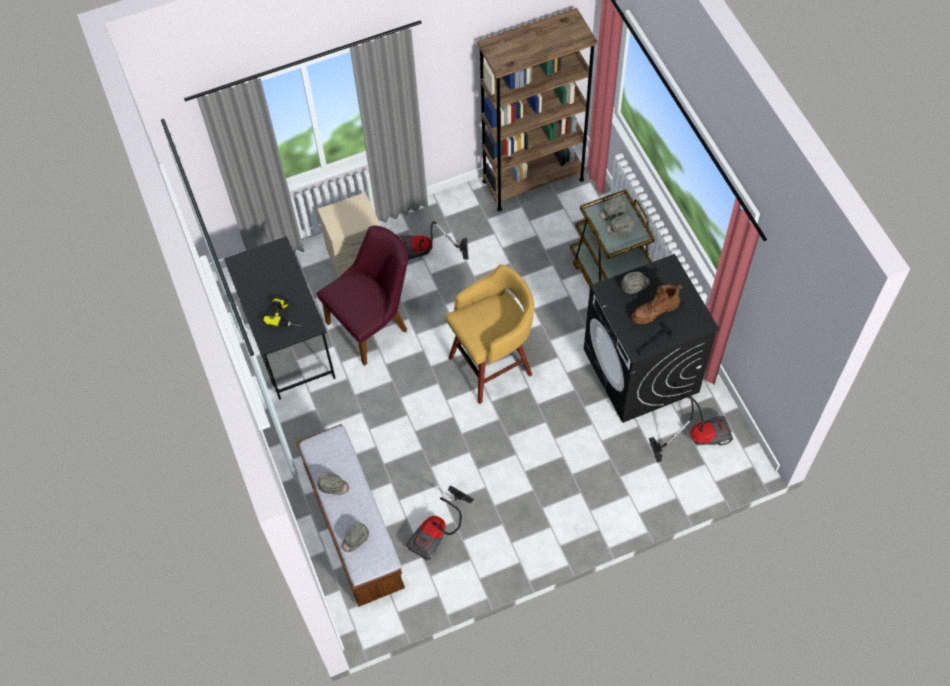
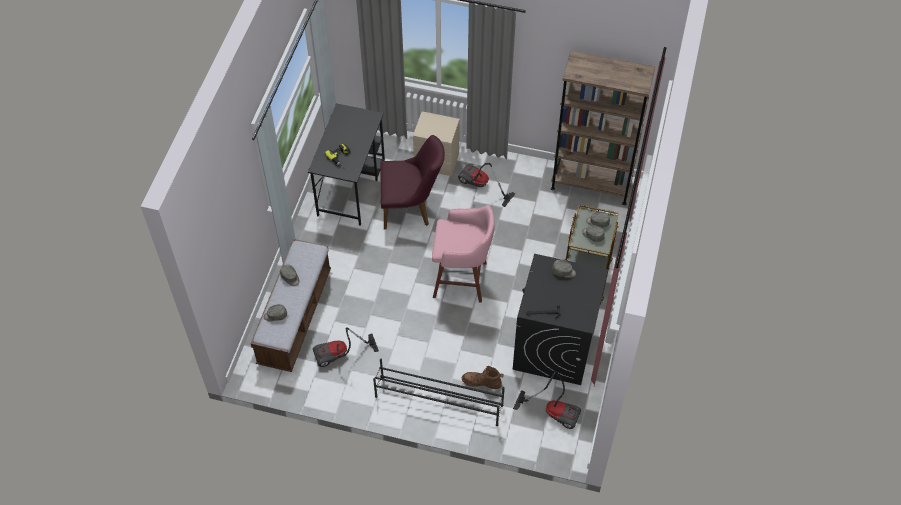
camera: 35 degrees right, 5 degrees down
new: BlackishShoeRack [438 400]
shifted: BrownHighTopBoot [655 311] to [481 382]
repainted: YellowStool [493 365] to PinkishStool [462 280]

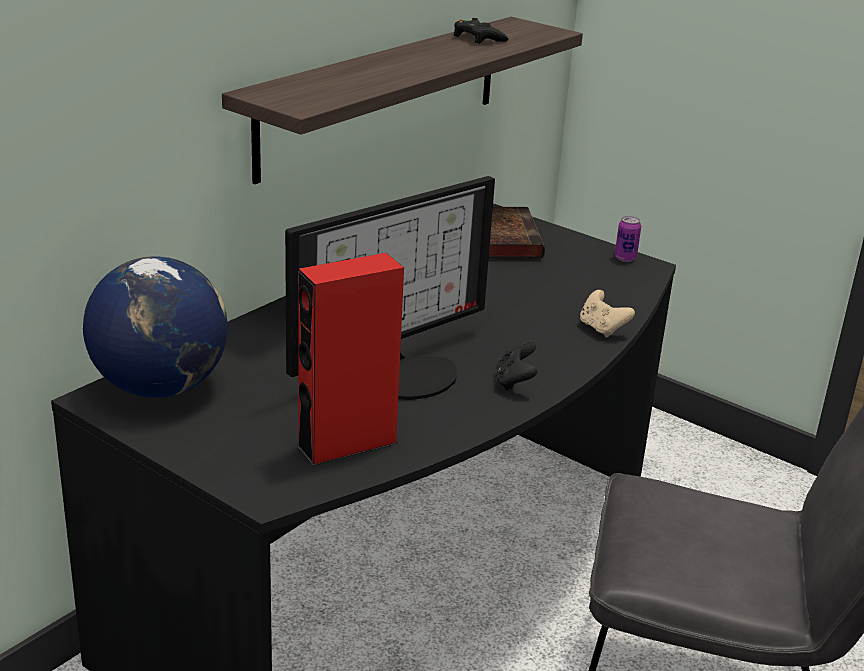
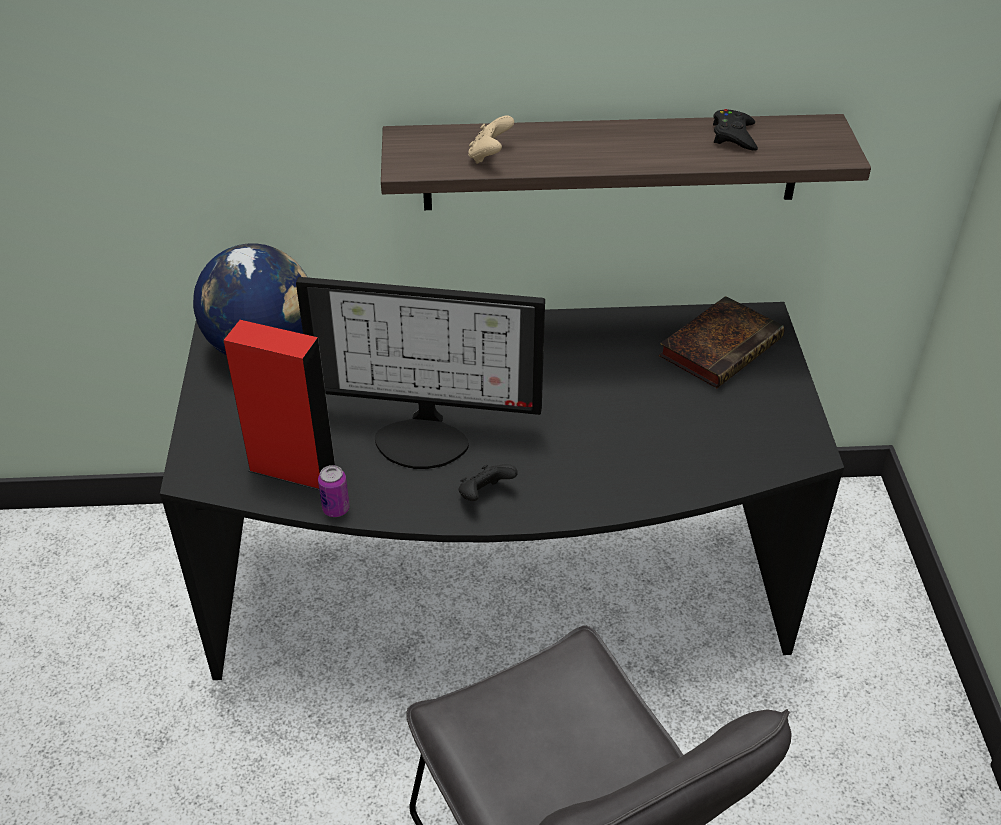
camera: 50 degrees right, 15 degrees up
shifted: BeigeGamepad [602 329] to [490 156]; SealedCan [625 258] to [336 509]

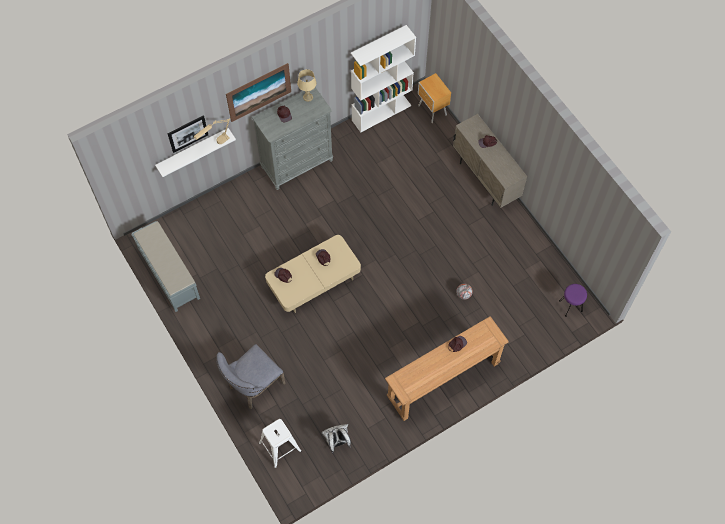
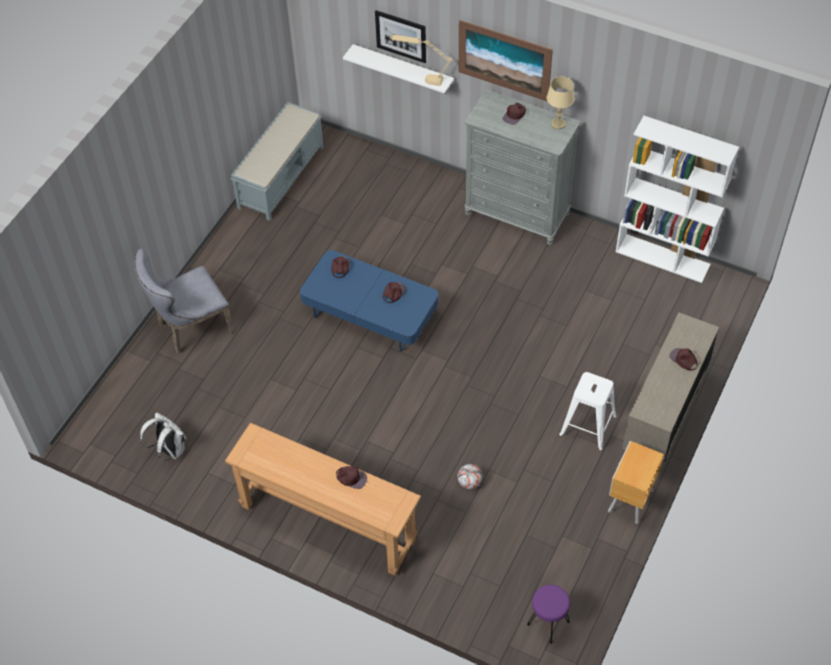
camera: 60 degrees right, 10 degrees down
shifted: WhitishStool [279 446] to [587 425]; BrownBedsideTable [432 111] to [629 502]
repainted: BeigeLoungeTable [314 281] to BluishLoungeTable [370 313]
rotated: GrayPlainChair [253 386] = [190 328] 45 degrees counterclockwise

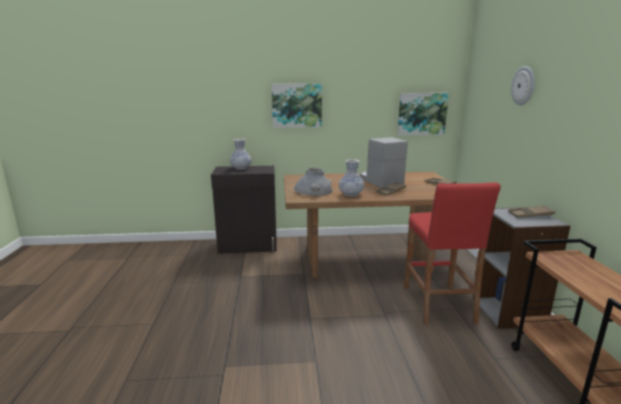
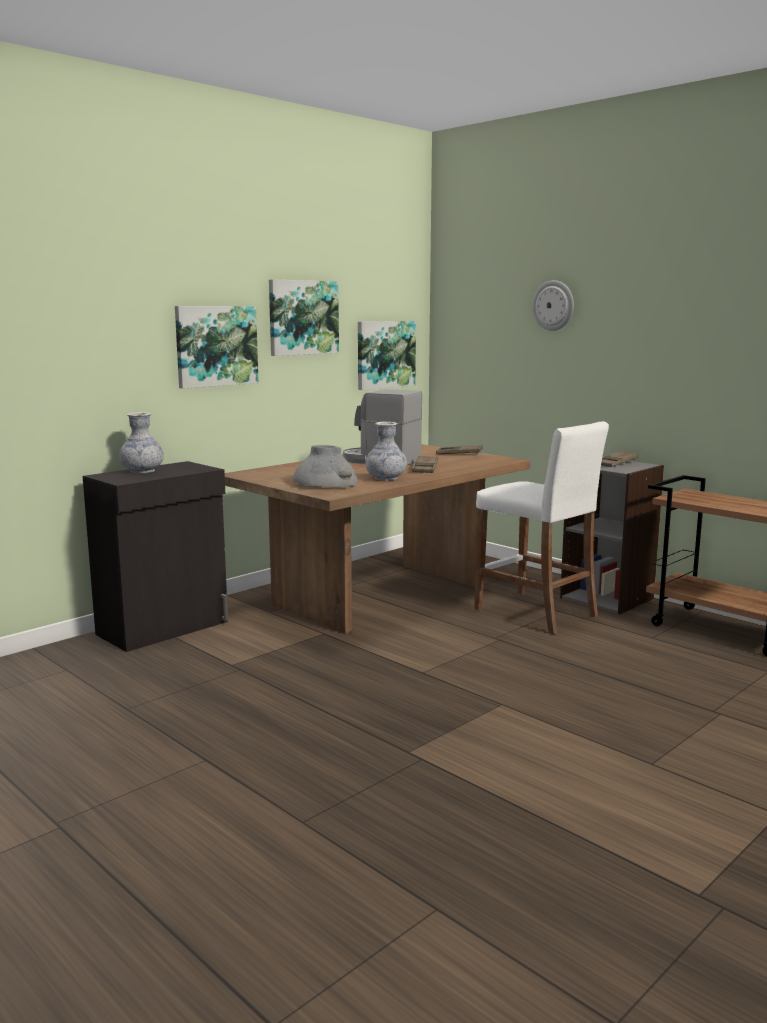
camera: 40 degrees left, 5 degrees down
new: Picture [302 317]
repainted: RedStool [438 304] to WhitishStool [536 612]

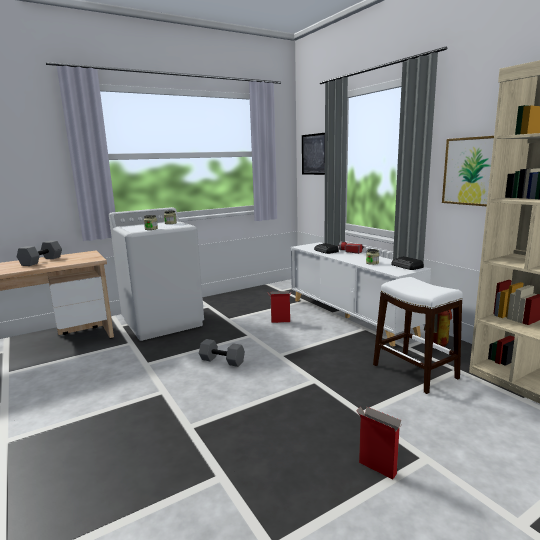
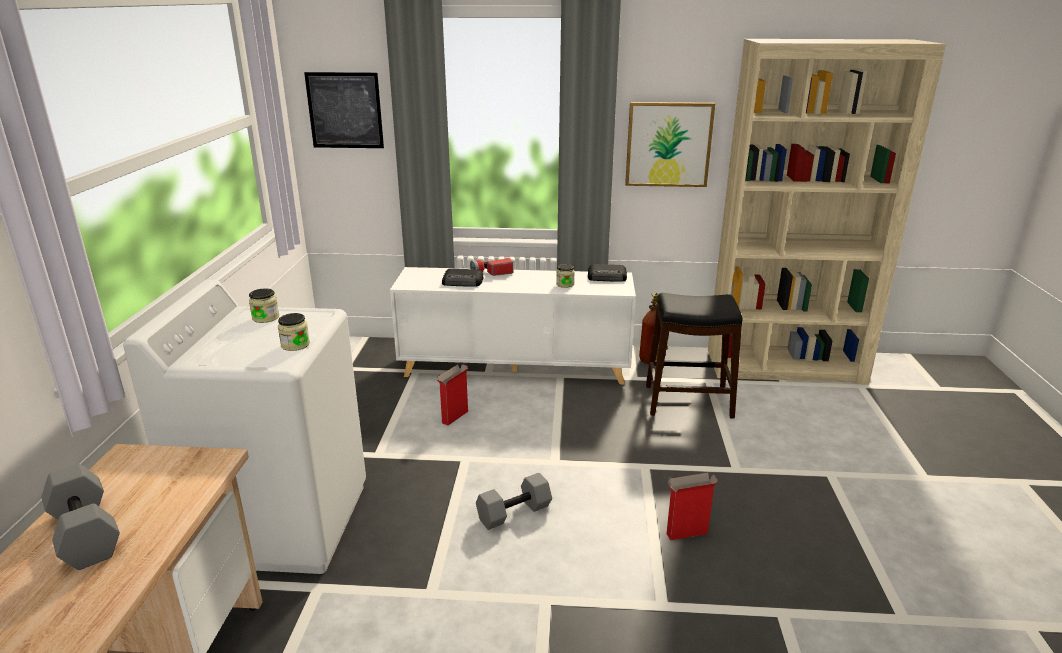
camera: 55 degrees left, 10 degrees up
shifted: Carton [376 468] to [686 534]
repainted: WhitishStool [414 371] to BlackishStool [688 401]

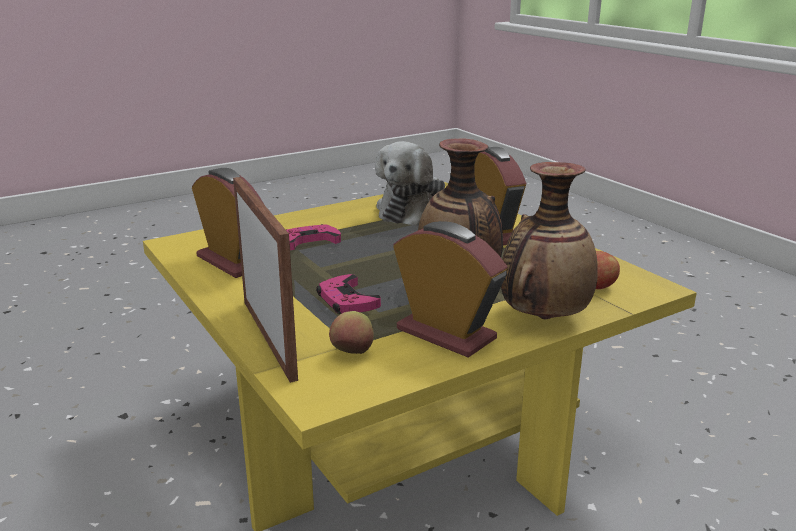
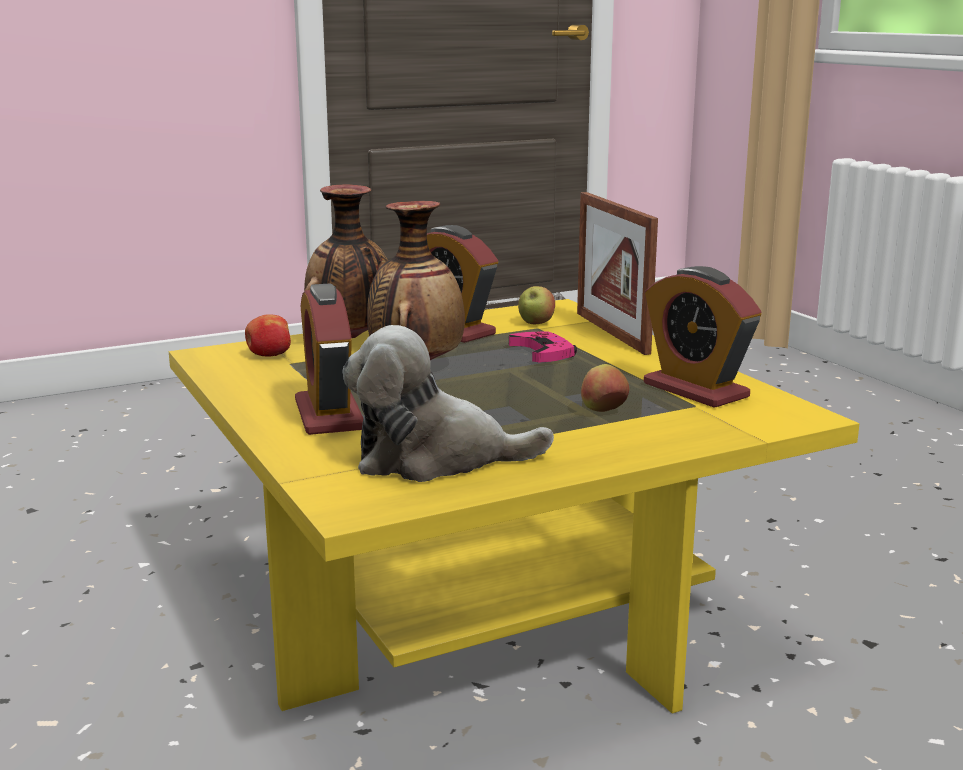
camera: 175 degrees left, 5 degrees down
swapped: PinkishGamepad [309 241] to WholeApple [603 412]
rotated: SoftToy [412 210] = [434 459] 120 degrees counterclockwise

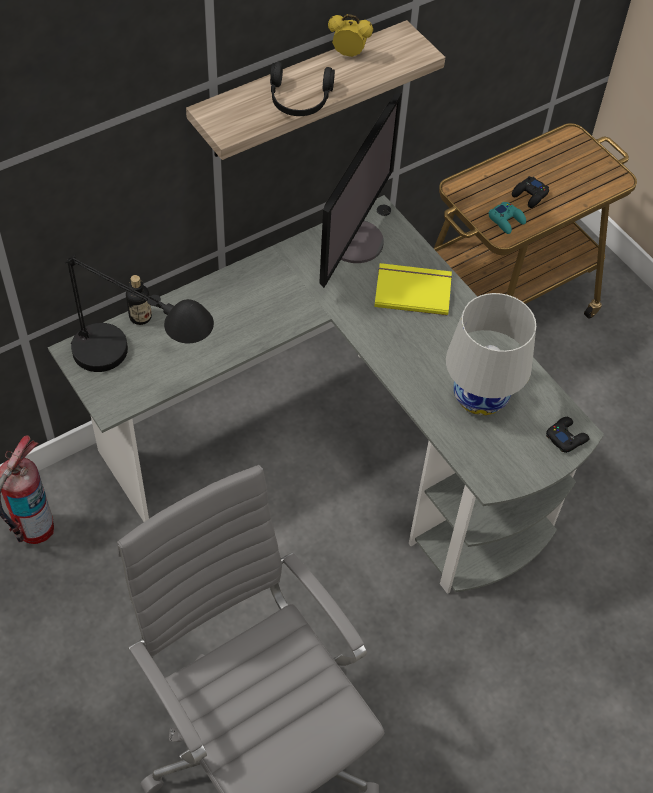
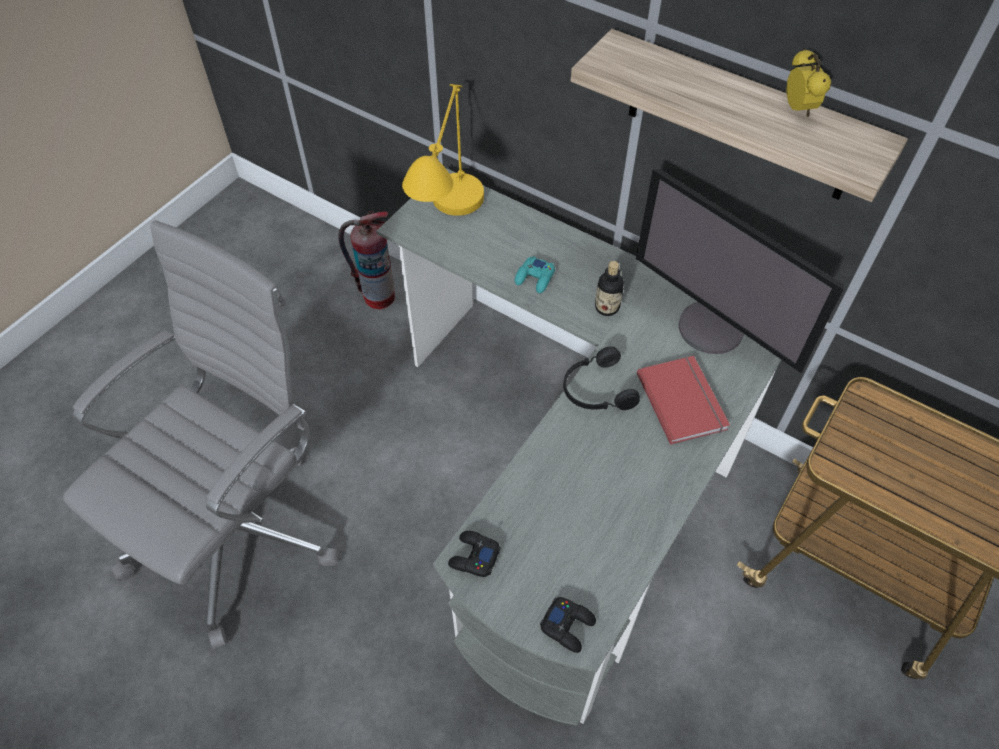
camera: 70 degrees right, 0 degrees up
gone: WhitishTabletopLamp [480 397]
shifted: BeverageBottle [140 317] to [607 307]; BlackishHeadset [299 100] to [596 390]; TurquoiseColouredGamepad [506 220] to [535 278]; BlackishGamepad [530 195] to [473 557]
repainted: BlackishTabletopLamp [140 371] to YellowTabletopLamp [449 230]; YellowVolume [412 290] to RedVolume [683 400]
rotated: Monitor [354 241] = [713 327] 45 degrees clockwise

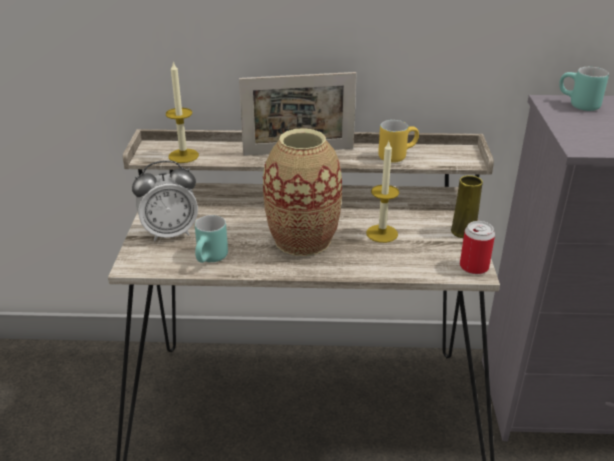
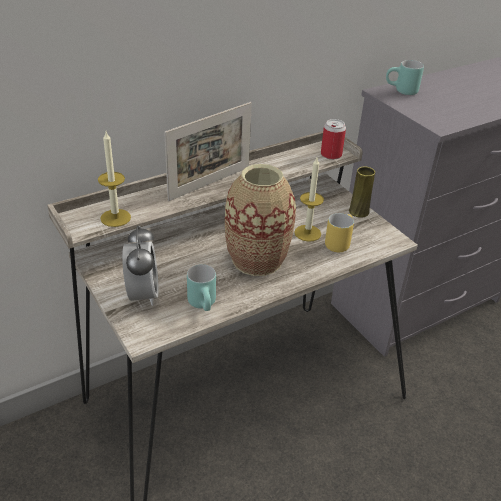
camera: 35 degrees left, 5 degrees up
shifted: YellowCoffeeMug [396 155] to [337 242]; SealedCan [474 267] to [331 155]
rotated: BedsideClock [170 233] = [143 294] 45 degrees counterclockwise

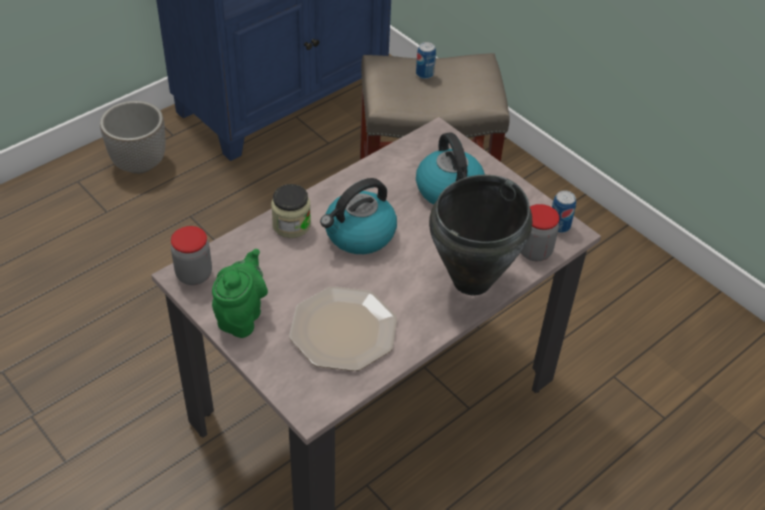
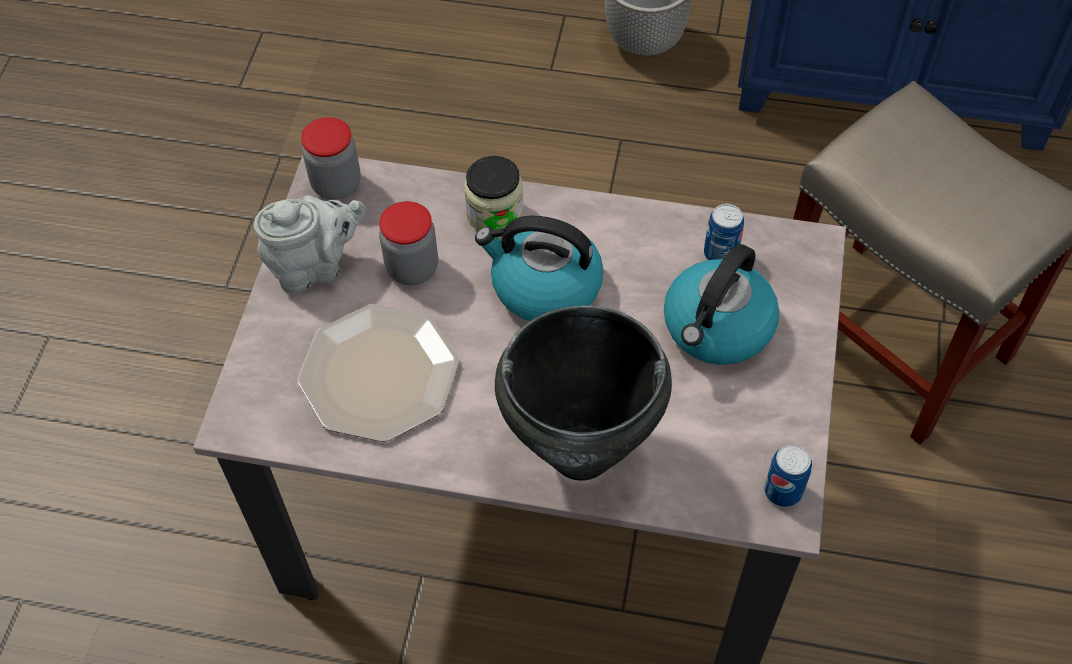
camera: 55 degrees right, 10 degrees up
shifted: SealedCan [424 74] to [720 253]; PreserveJar [534 251] to [412 268]
repainted: GreenTeaPot [241 316] to GrayTeaPot [315 267]

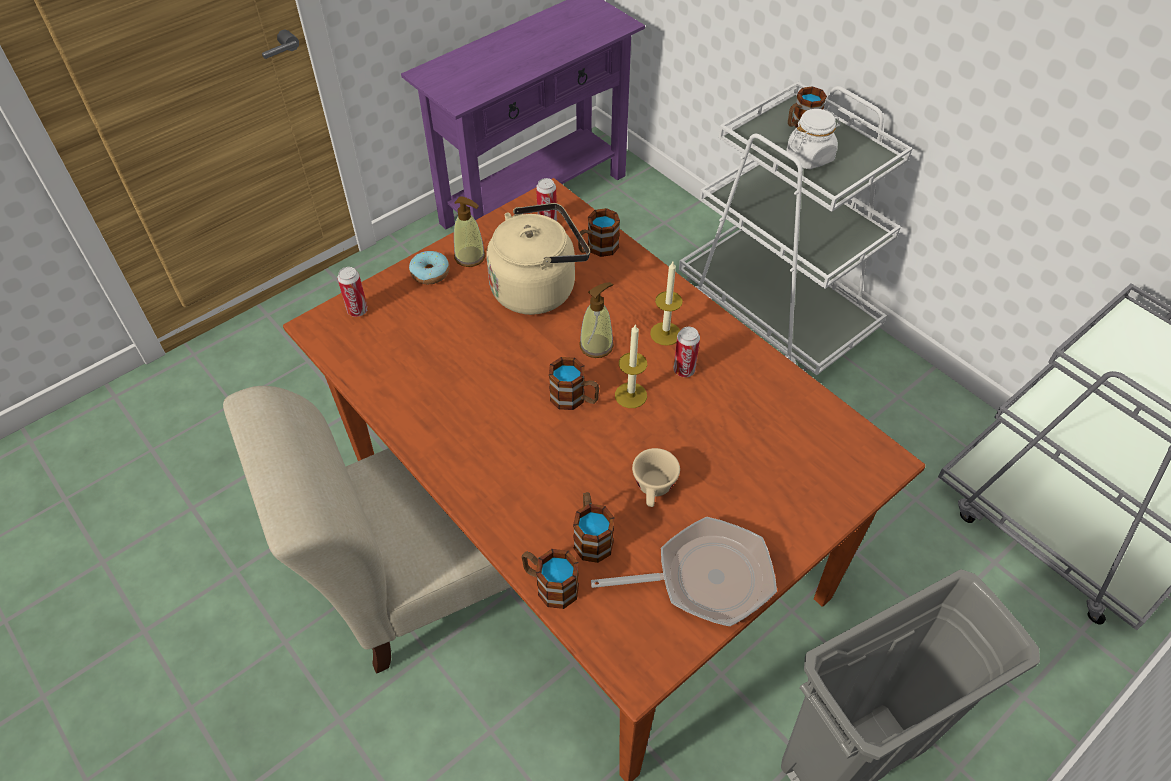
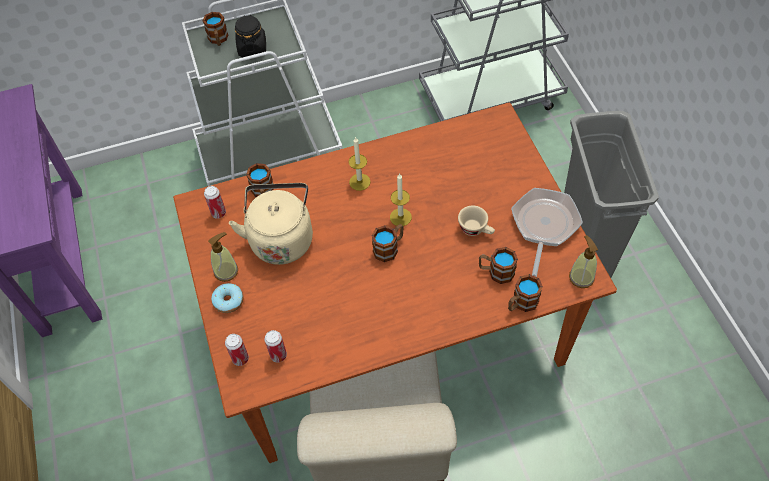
camera: 65 degrees left, 5 degrees up
shifted: SoapBottle [596 345] to [581 277]; SealedCan [684 370] to [278 355]
repainted: WhitishPreserveJar [810 157] to BlackishPreserveJar [252 48]

